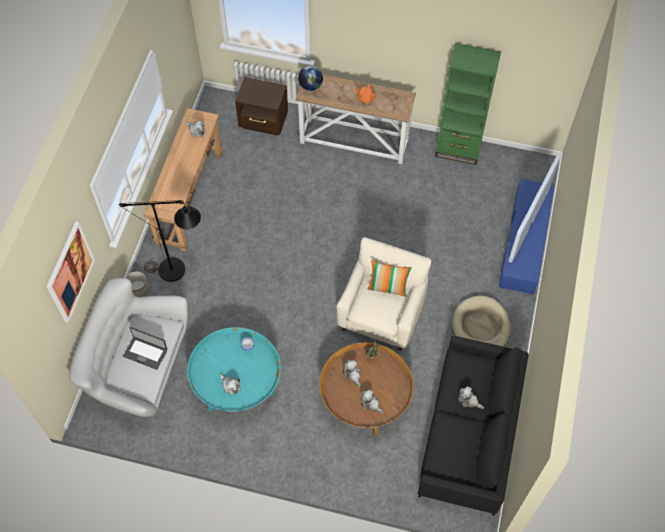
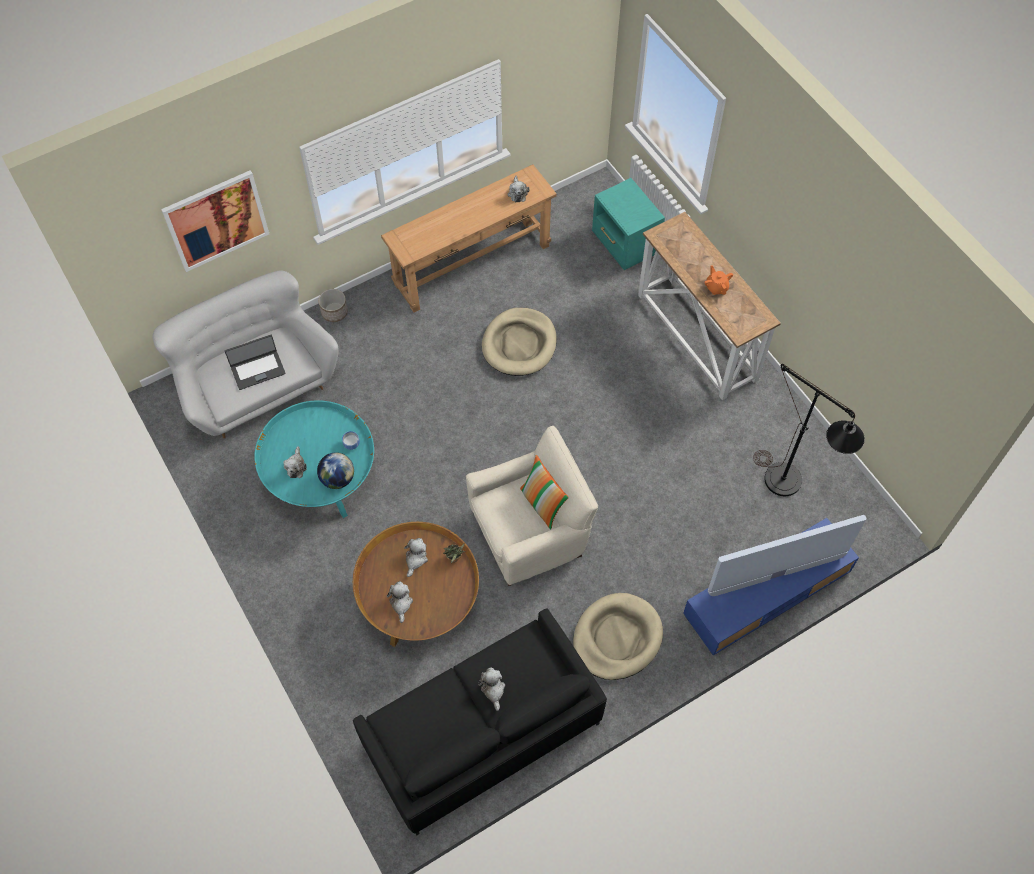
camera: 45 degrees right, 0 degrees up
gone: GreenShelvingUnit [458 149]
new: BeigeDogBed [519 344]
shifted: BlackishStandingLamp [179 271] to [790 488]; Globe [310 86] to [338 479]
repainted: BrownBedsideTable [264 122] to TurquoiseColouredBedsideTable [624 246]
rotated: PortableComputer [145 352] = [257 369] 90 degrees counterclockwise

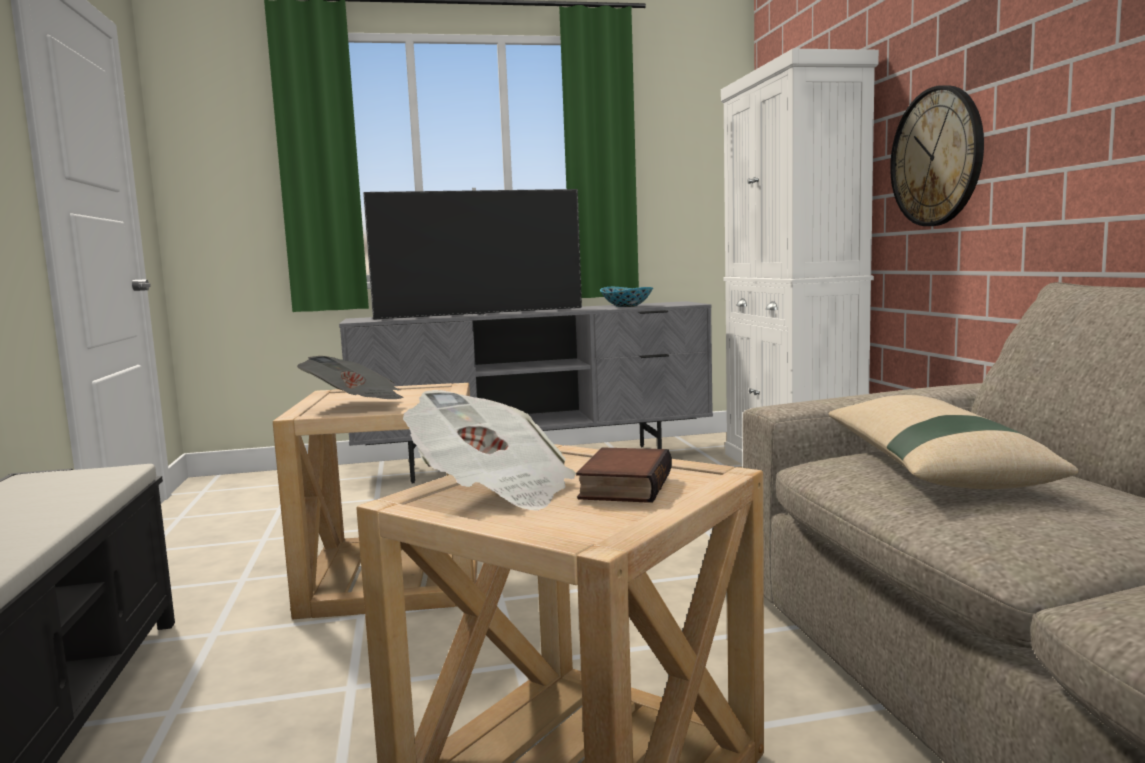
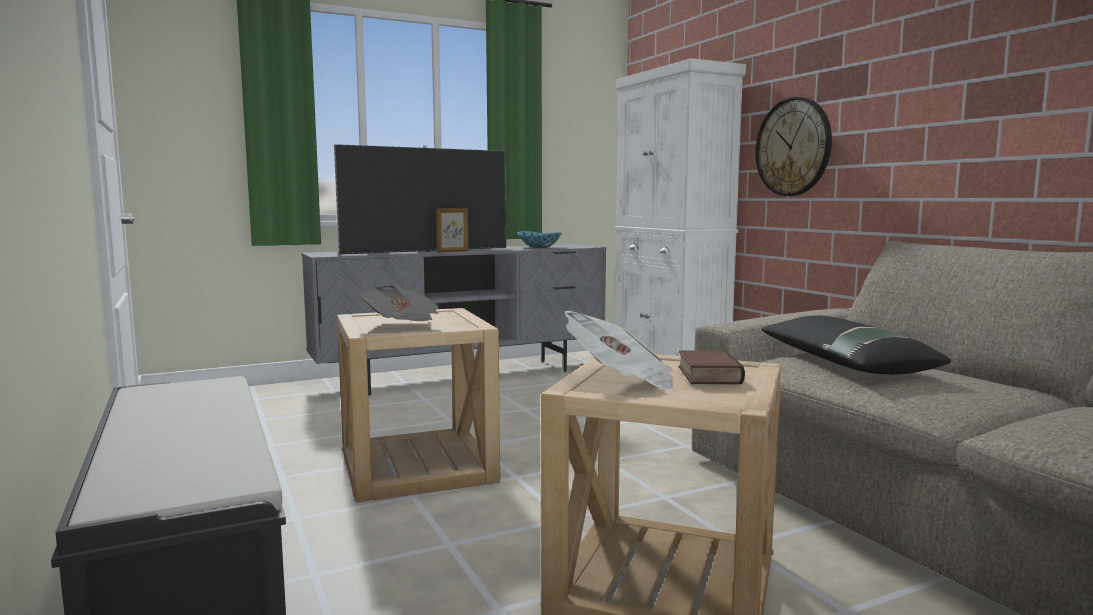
camera: 15 degrees left, 0 degrees up
new: PhotoFrame [453 251]
repainted: BeigePillow [929 466] to BlackishPillow [843 362]

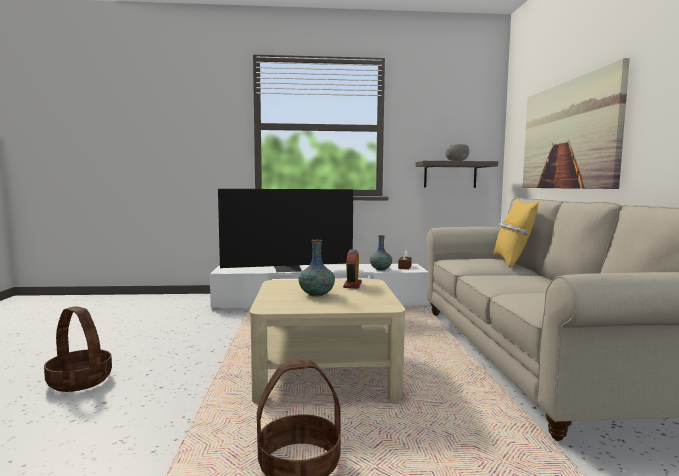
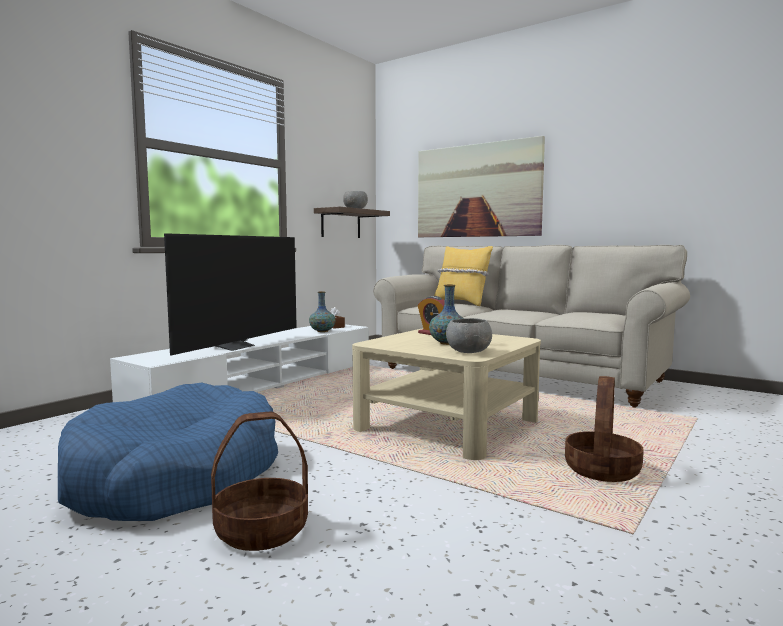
camera: 50 degrees left, 0 degrees up
new: BluishDogBed [176 476]; GrayDeepDish [468 351]

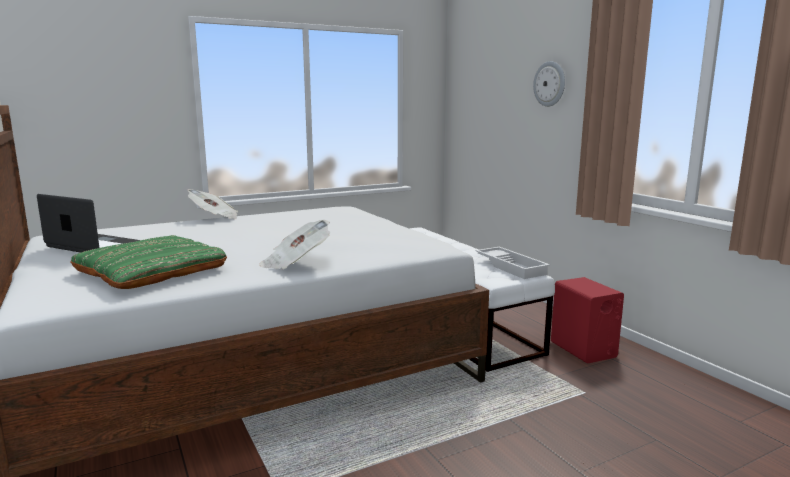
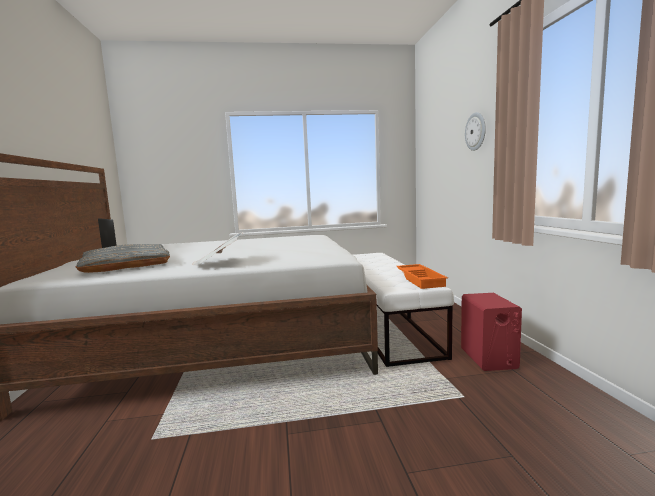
camera: 20 degrees right, 5 degrees down
gone: DailyPaper [215 217]
repainted: GreenPillow [151 271] to GrayPillow [126 265]; WhitishServingTray [512 267] to OrangeServingTray [421 280]

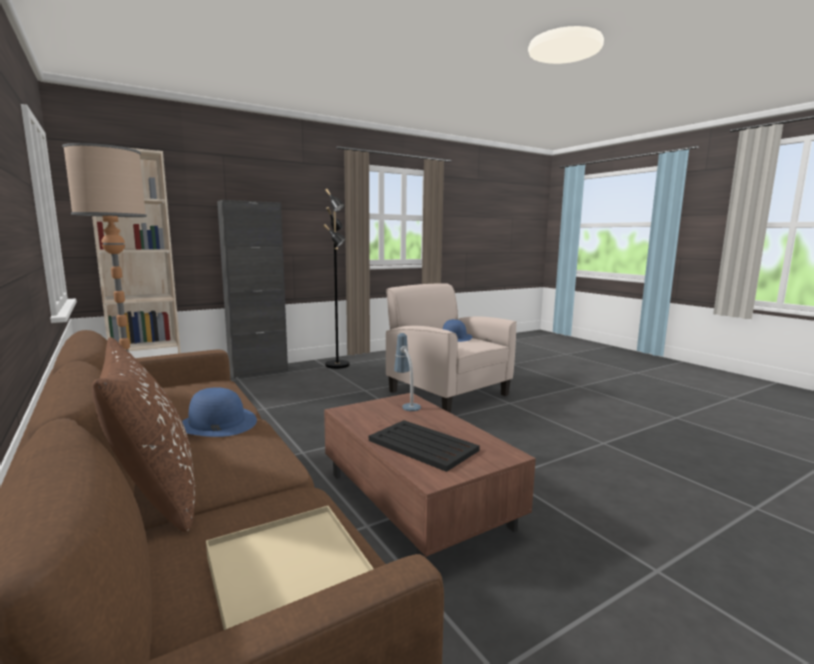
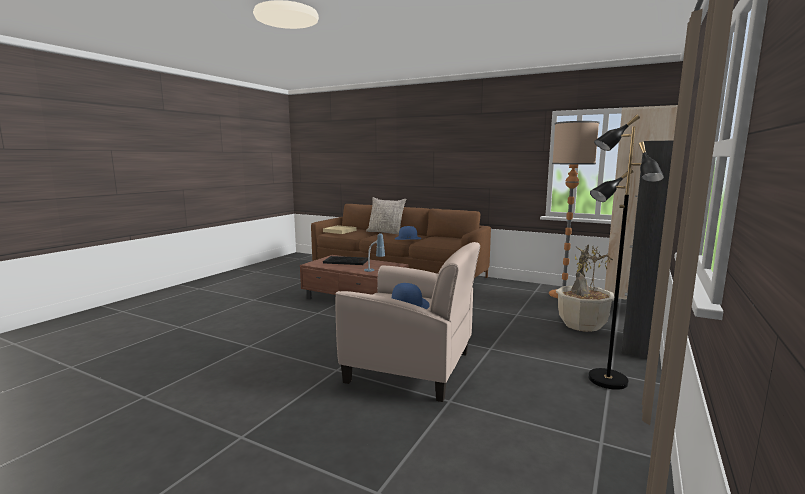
camera: 150 degrees right, 0 degrees up
new: PlantInAPot [582 325]
repainted: BrownPillow [154 493] to GrayPillow [386 232]

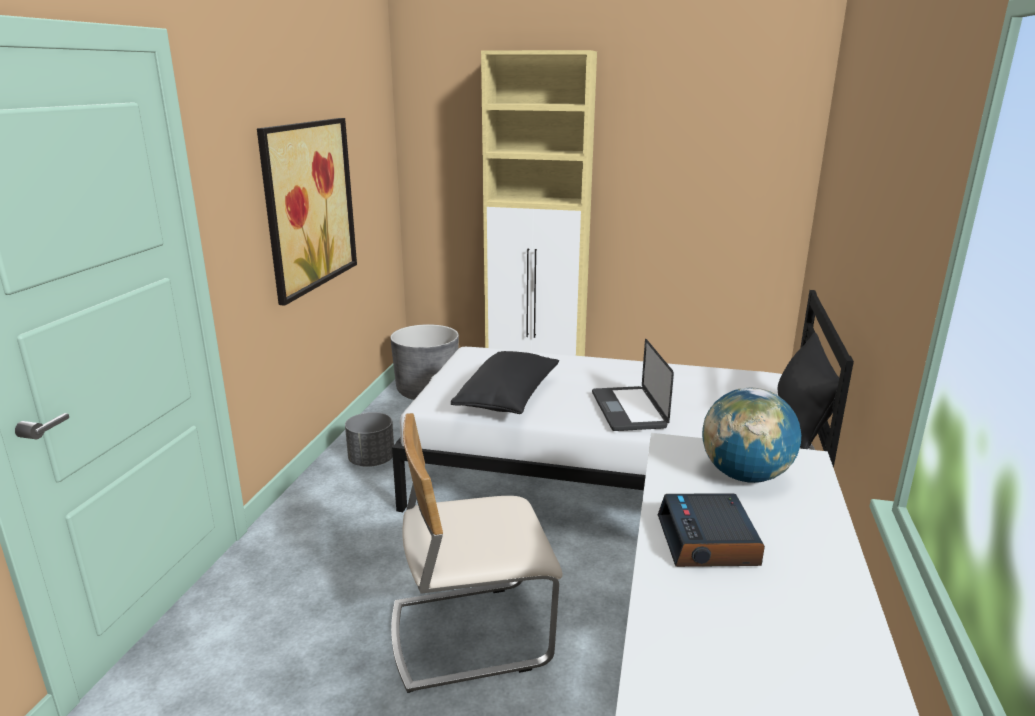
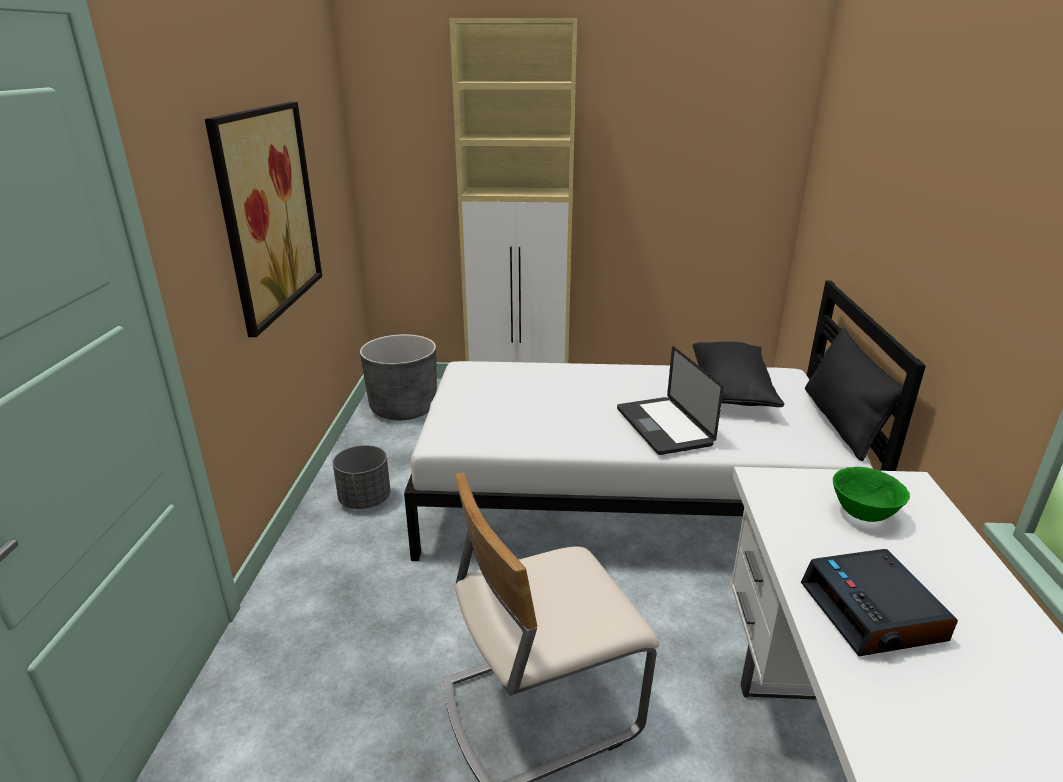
camera: 10 degrees left, 5 degrees up
shifted: BlackishPillow [508 398] to [731 390]
swapped: Globe [745 476] to GreenDeepDish [862 515]

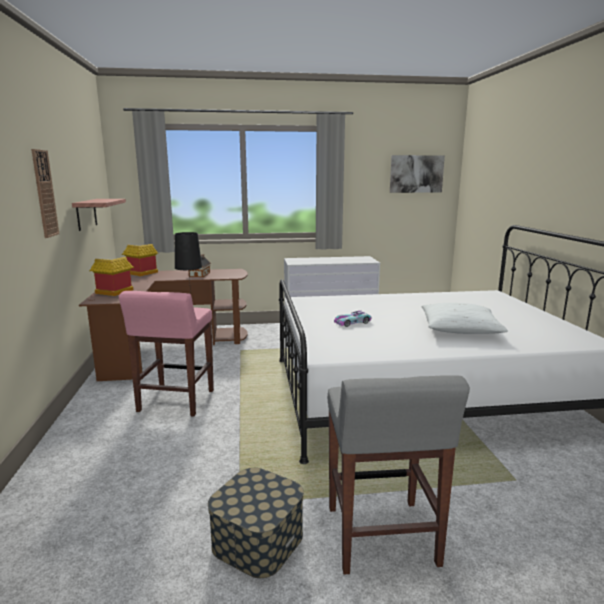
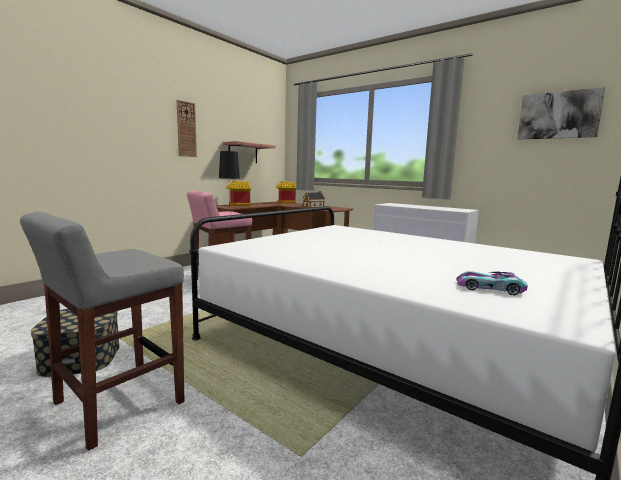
camera: 45 degrees right, 5 degrees down
gone: WhitishPillow [460 329]
shifted: ModelCar [352 322] to [489 288]

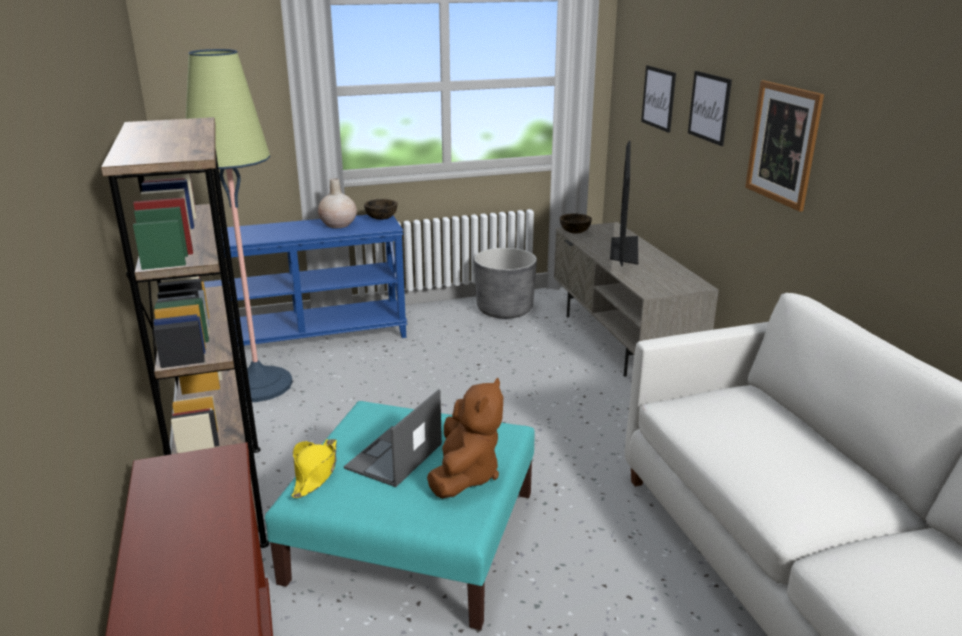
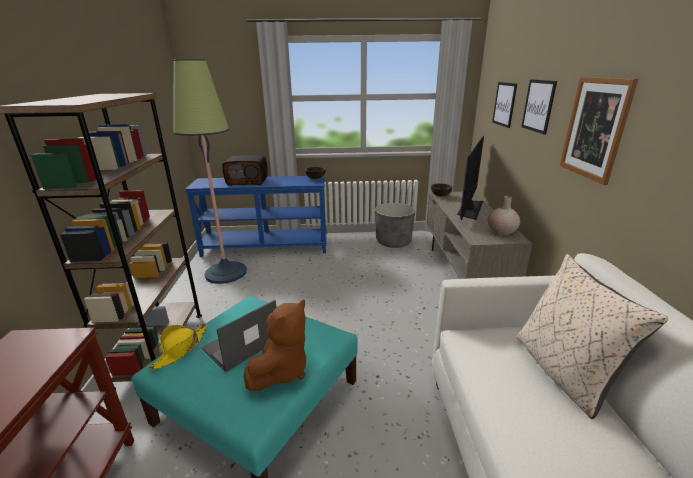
camera: 15 degrees right, 0 degrees up
new: RadioReceiver [248 181]; BeigePillow [563 371]
shifted: BeigeDecorativeVase [338 225] to [501 231]

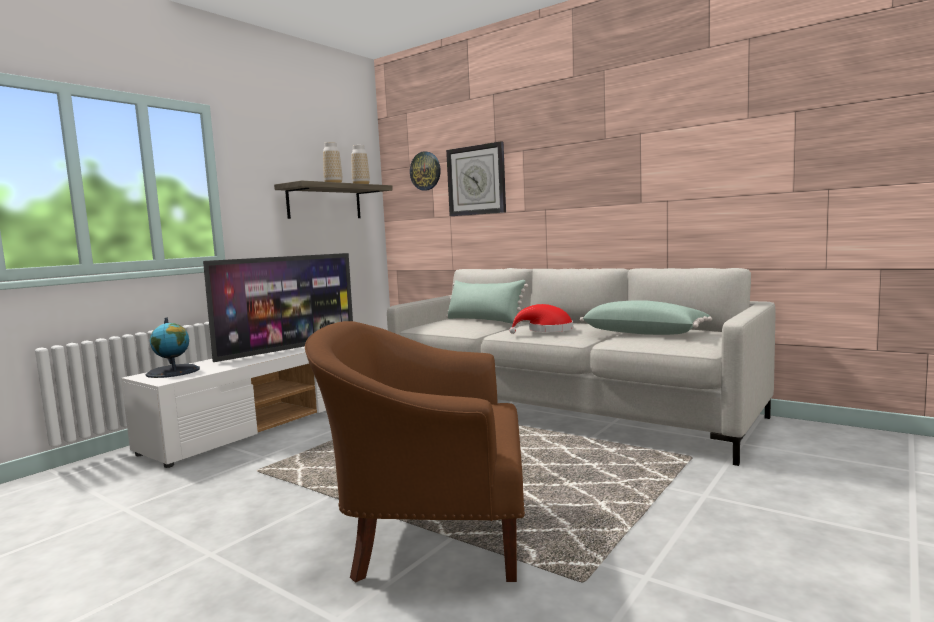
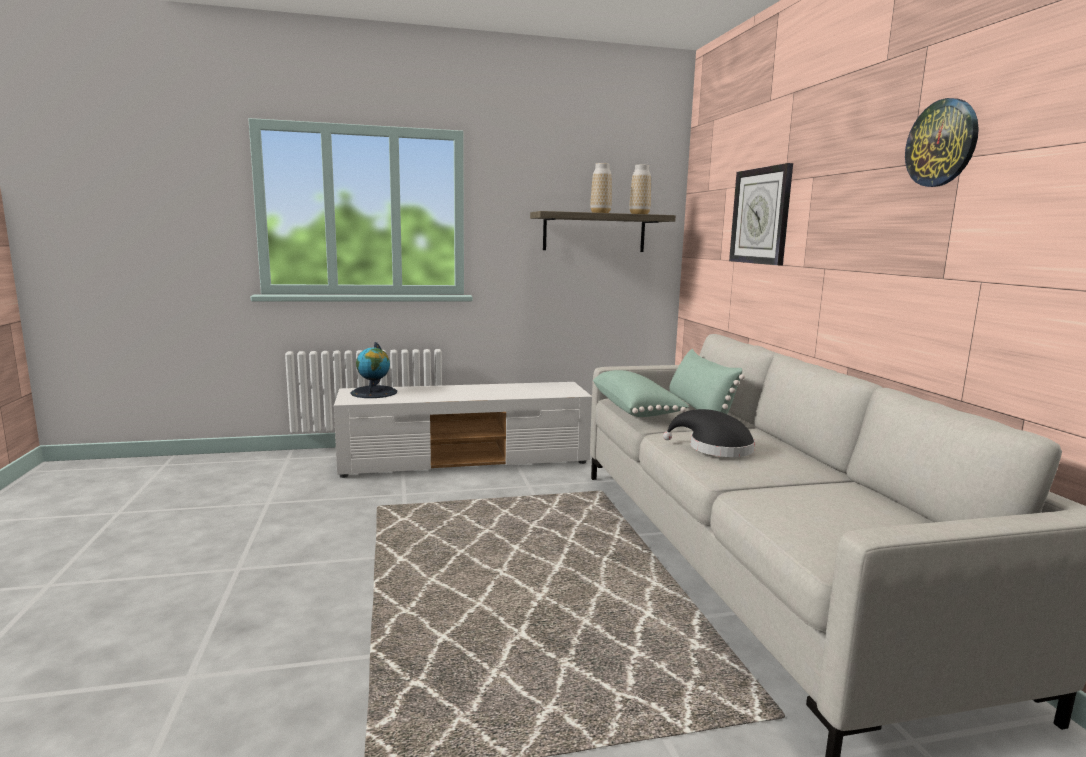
camera: 40 degrees right, 5 degrees up
gone: TvSet [288 349]; BrownArmchair [431 535]
shifted: ClockOnTheWall [425 171] to [942 143]; GreenPillow [644 333] to [636 409]
repainted: RedHat [546 330] to BlackishHat [715 448]

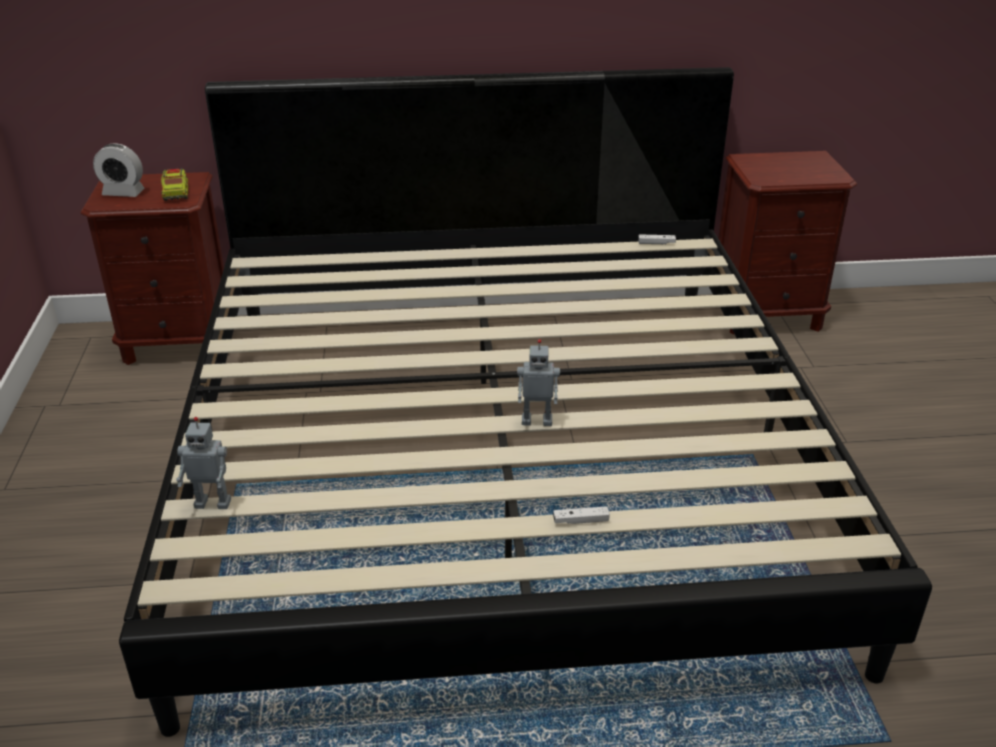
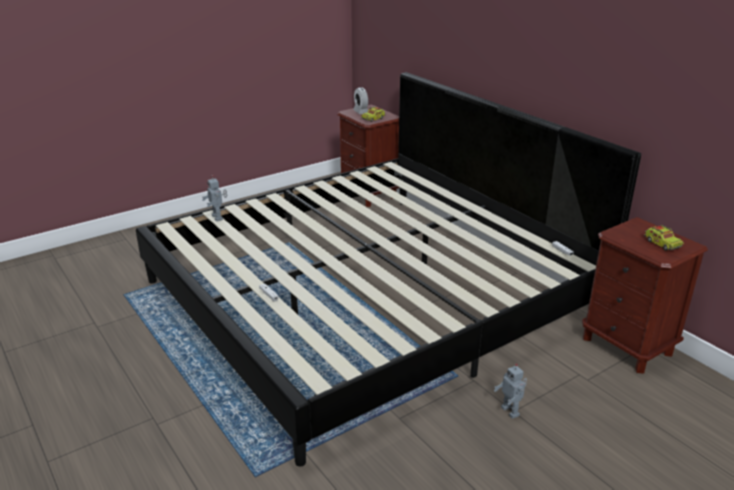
camera: 60 degrees right, 5 degrees down
new: ToyTruck [662 244]
shifted: ToyRobot [537 420] to [511 411]

